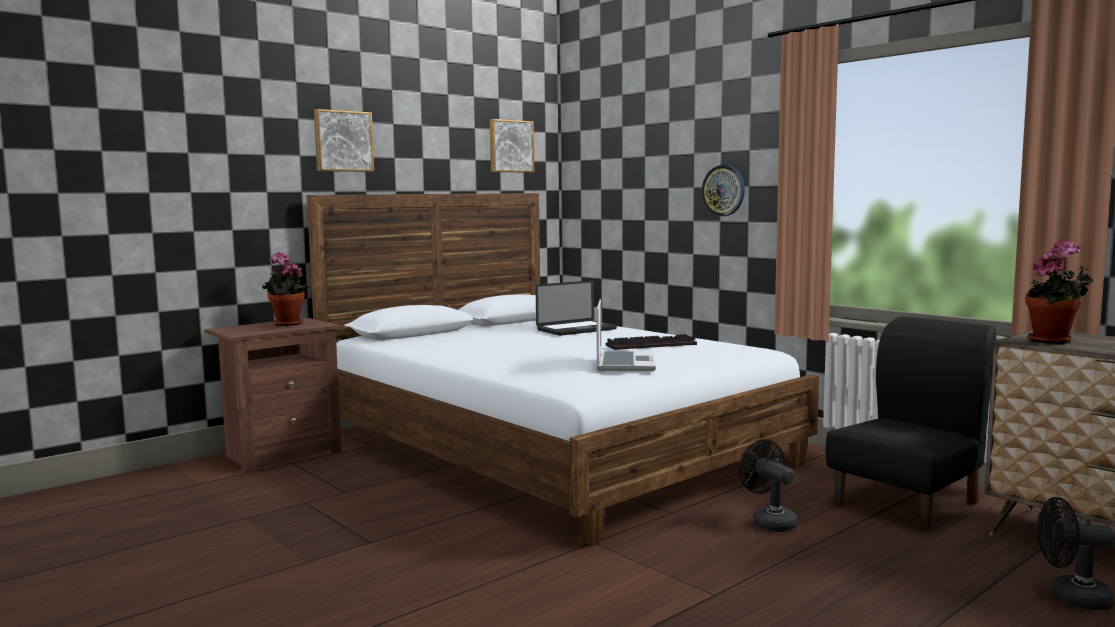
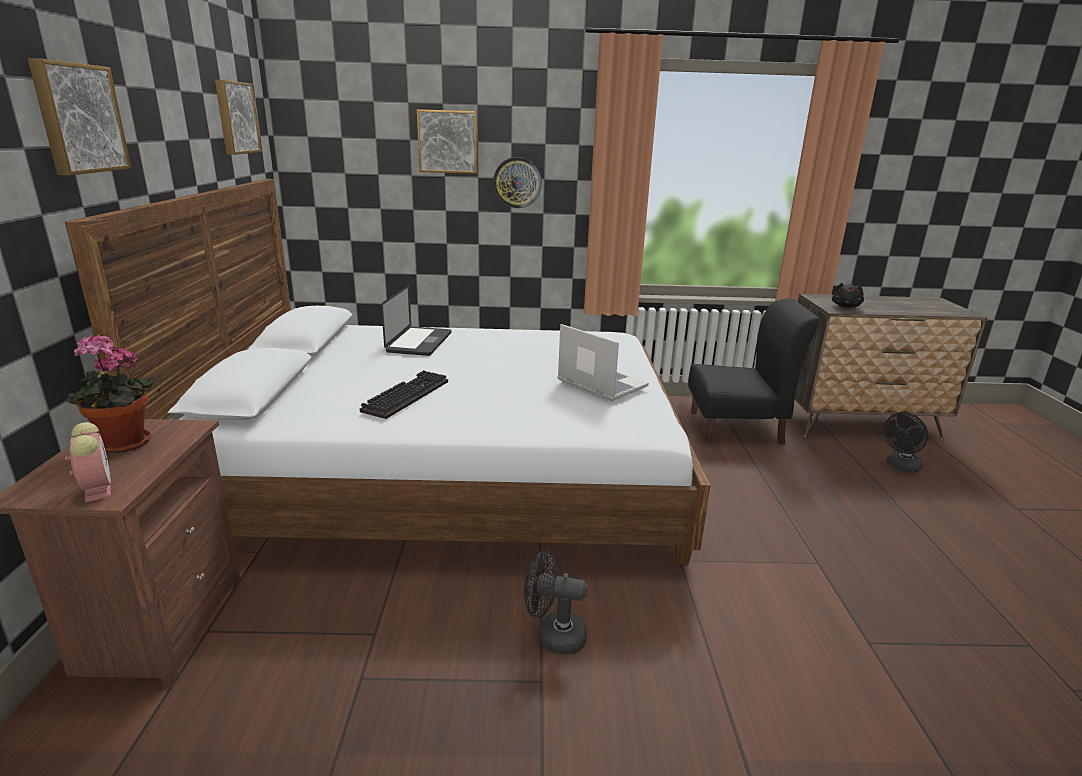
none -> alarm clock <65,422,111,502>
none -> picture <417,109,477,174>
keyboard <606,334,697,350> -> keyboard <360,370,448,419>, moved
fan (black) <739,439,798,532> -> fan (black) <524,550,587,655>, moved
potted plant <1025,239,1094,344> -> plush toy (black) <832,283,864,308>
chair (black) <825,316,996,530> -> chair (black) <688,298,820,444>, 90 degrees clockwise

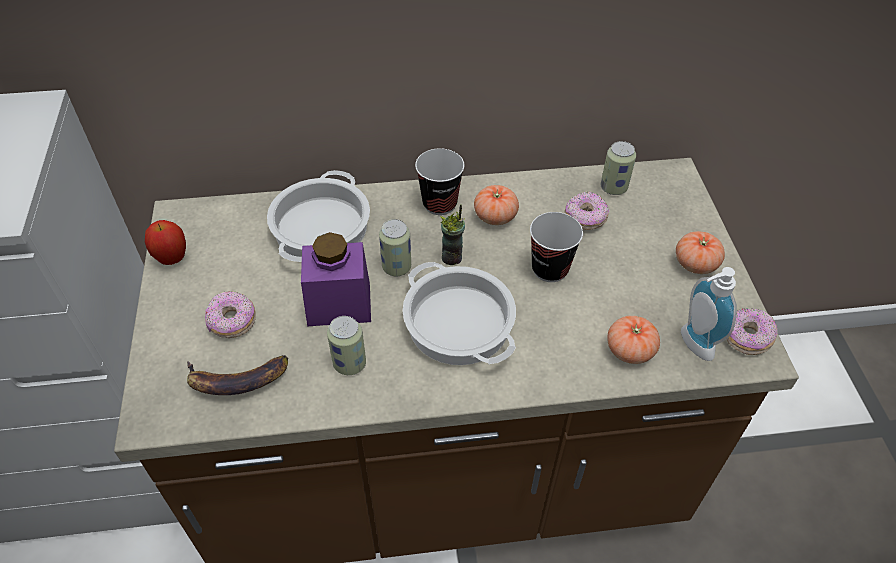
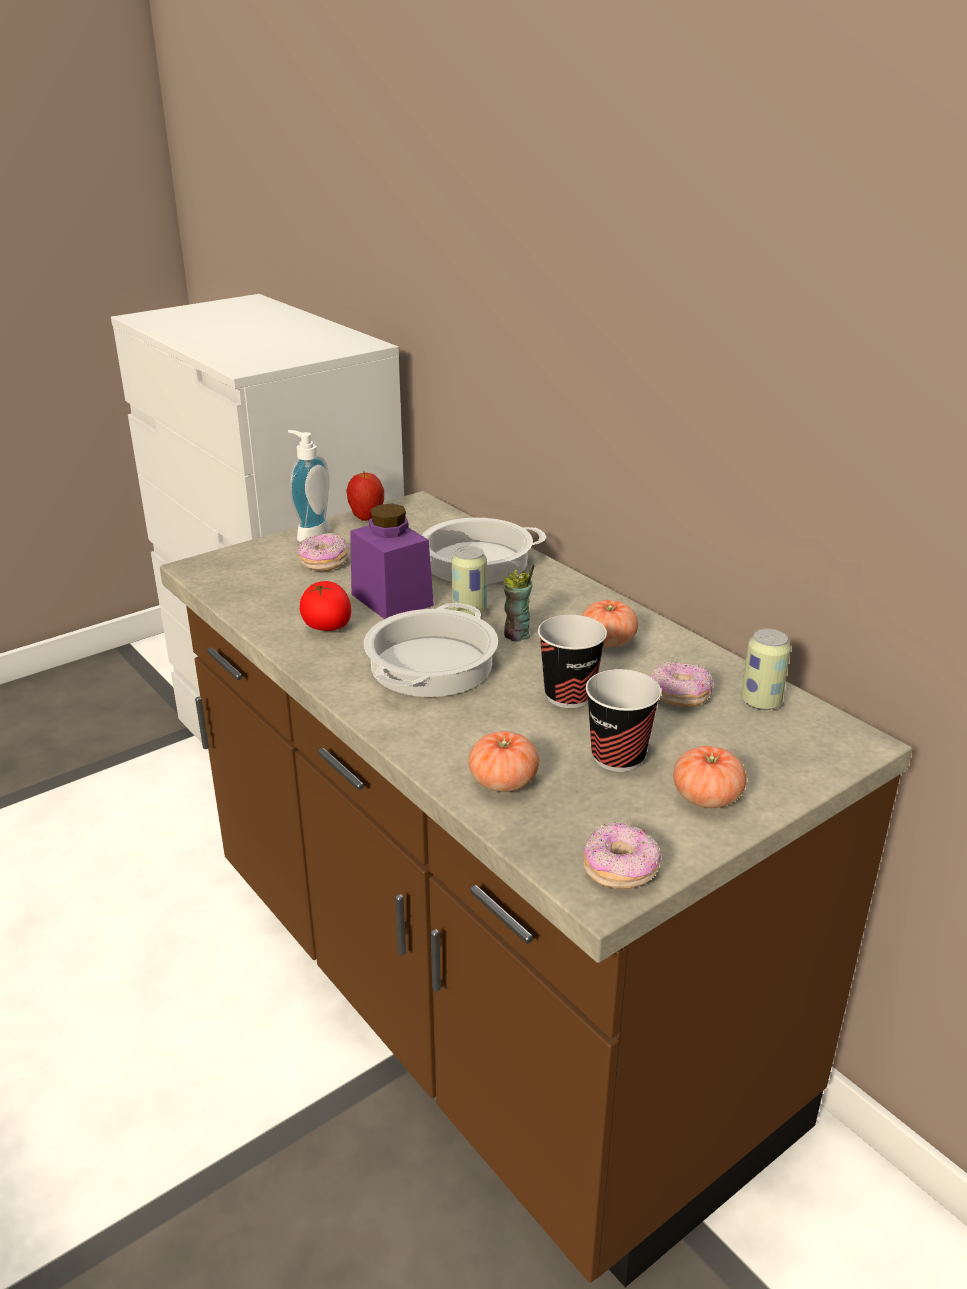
banana <187,355,288,395> -> none
cup <415,148,464,215> -> cup <586,669,661,772>, moved
soap dispenser <681,267,737,361> -> soap dispenser <288,430,330,542>, moved
can <327,316,366,375> -> tomato <300,581,351,631>

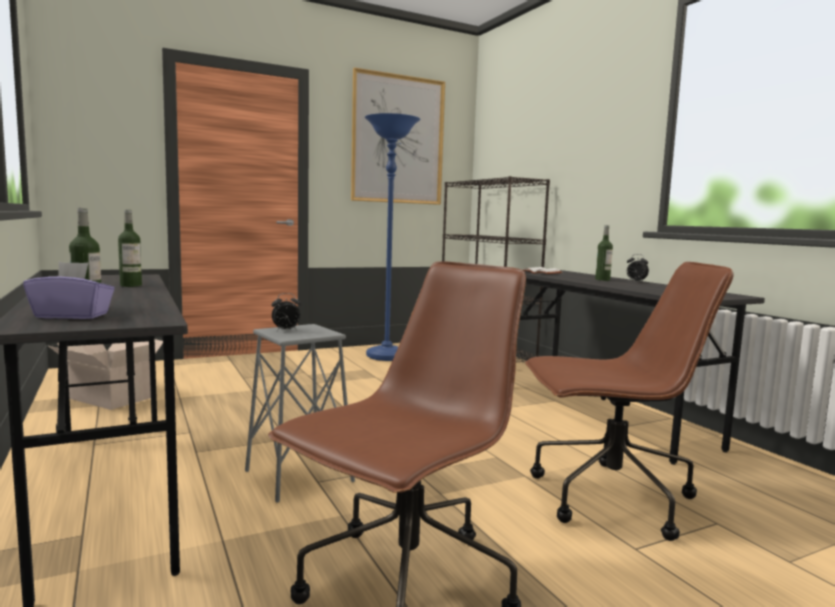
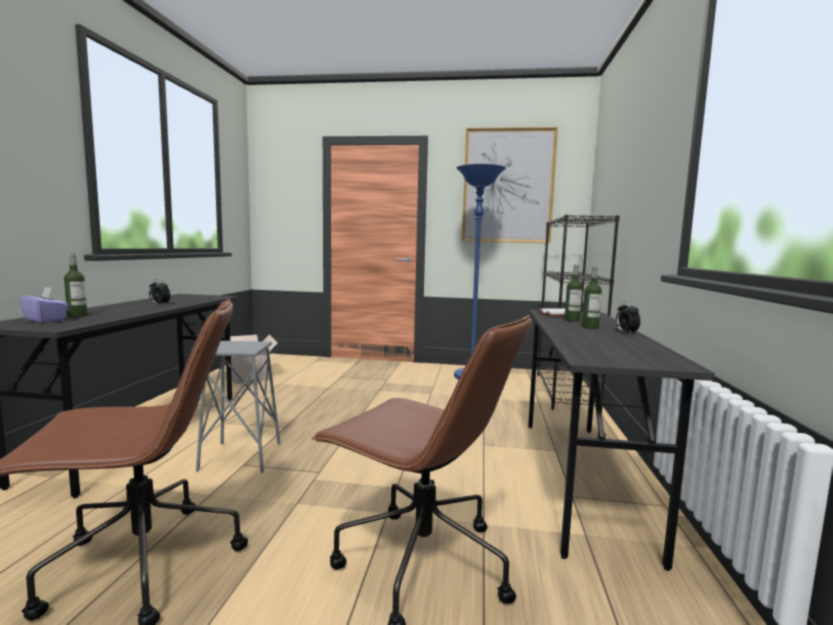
bottle <118,210,142,287> -> bottle <565,265,582,322>, moved
alarm clock <272,293,301,331> -> alarm clock <149,279,171,305>, moved

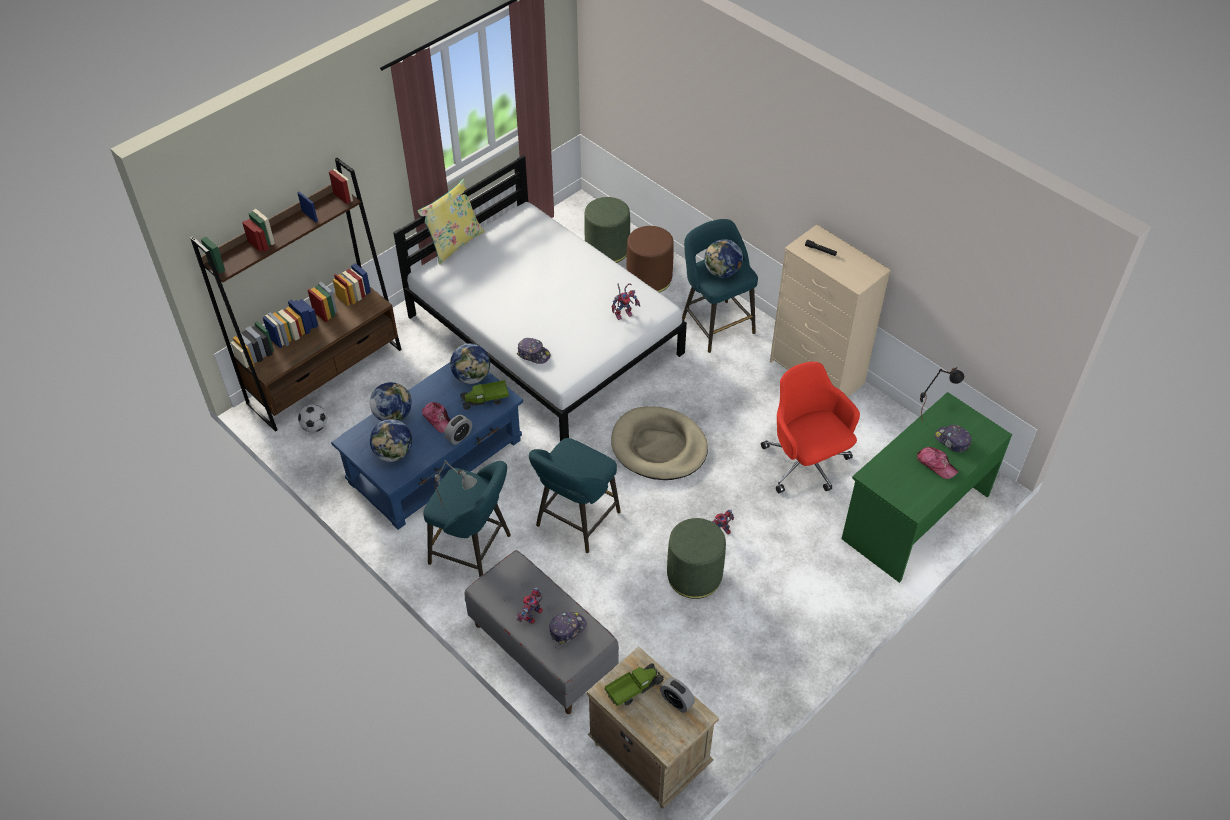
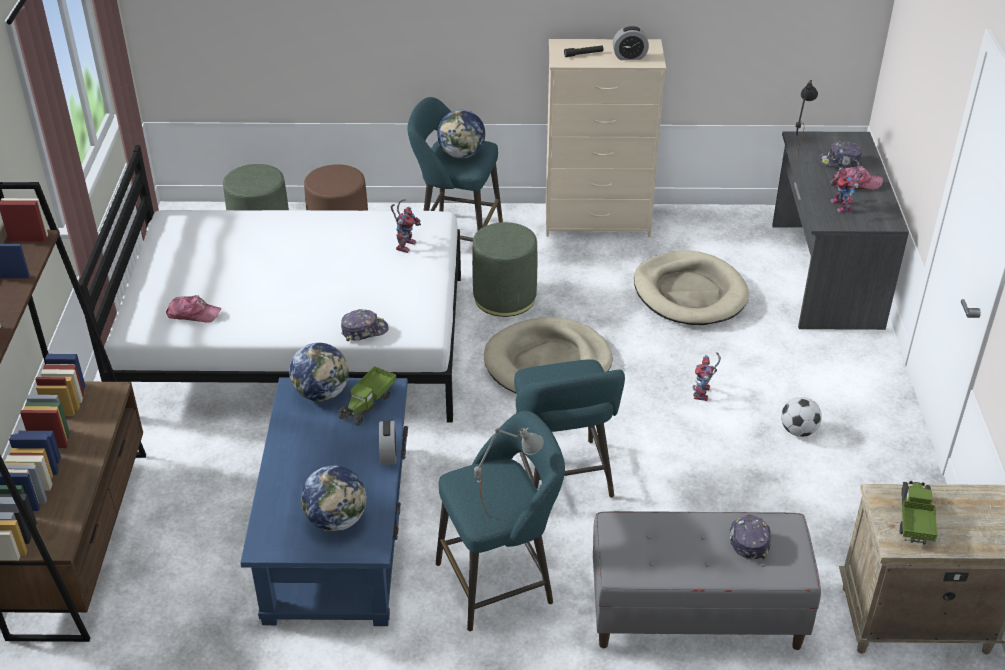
globe <370,382,412,421> -> none
pillow (yellow) <417,179,484,264> -> none
football <298,404,327,433> -> football <781,397,822,437>, moved
cap <422,402,451,433> -> cap <166,295,221,322>, moved
toy robot <516,587,543,624> -> toy robot <830,159,863,213>, moved
alarm clock <660,677,695,713> -> alarm clock <613,26,649,60>, moved
ottoman (green) <667,518,726,599> -> ottoman (green) <472,222,537,317>, moved
office chair (red) <761,362,860,493> -> dog bed (beige) <634,251,749,325>
desk (green) <842,392,1012,583> -> desk (grey) <772,131,909,330>

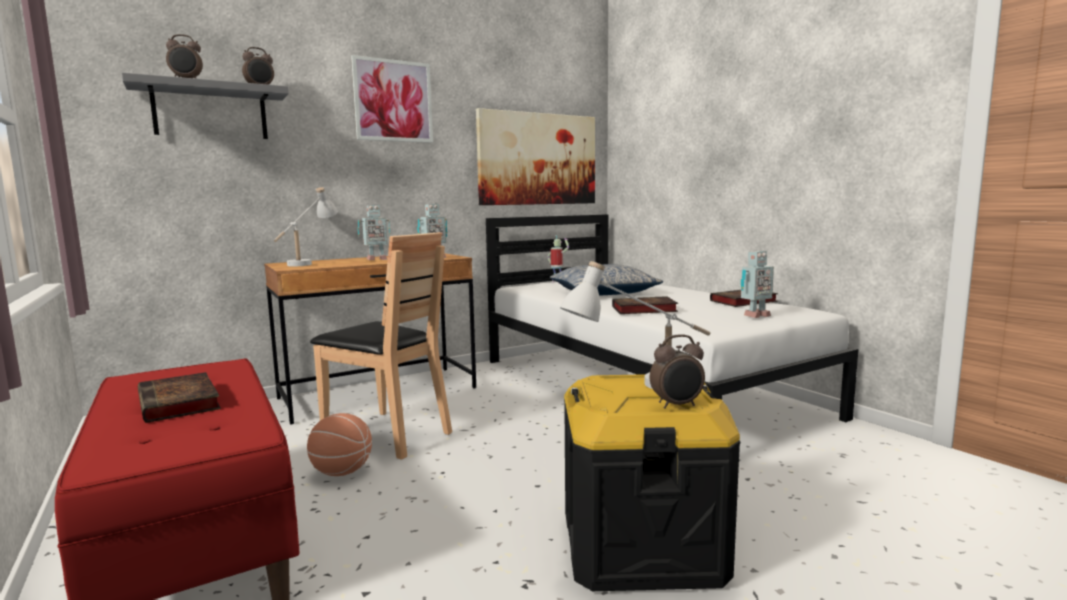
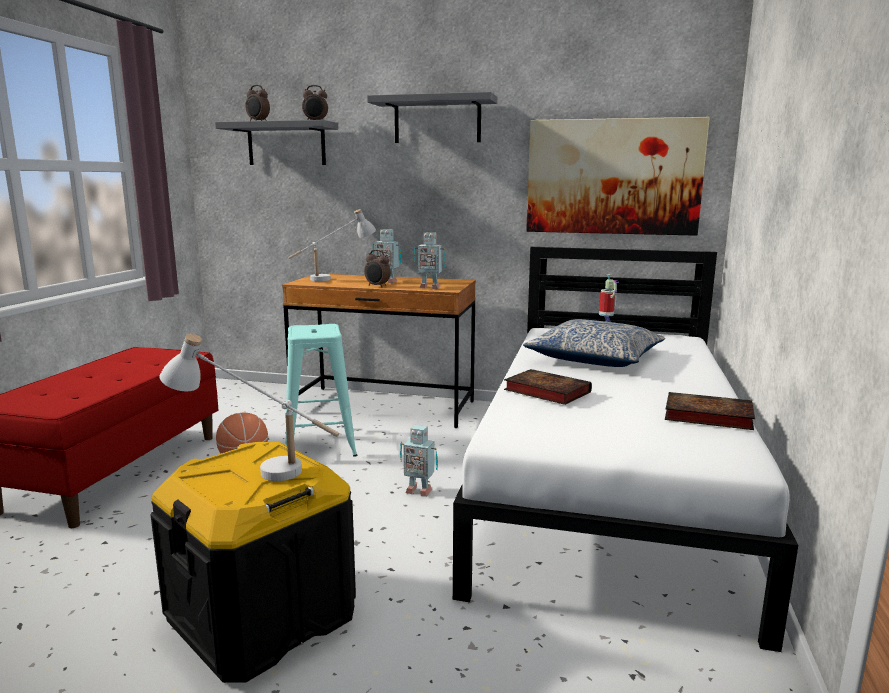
book <138,372,221,423> -> none
alarm clock <650,334,705,409> -> alarm clock <364,250,391,287>, moved
toy robot <741,251,774,318> -> toy robot <400,425,438,497>, moved
chair (brown) <310,232,452,460> -> stool (turquoise) <285,324,357,457>
picture <351,55,433,143> -> shelf (grey) <367,92,497,143>

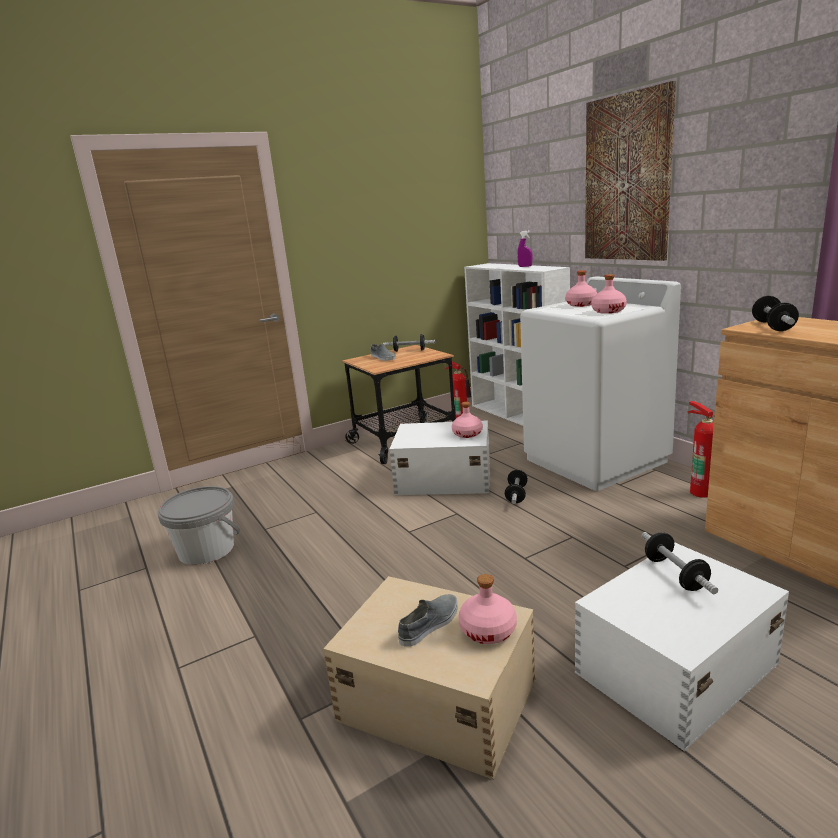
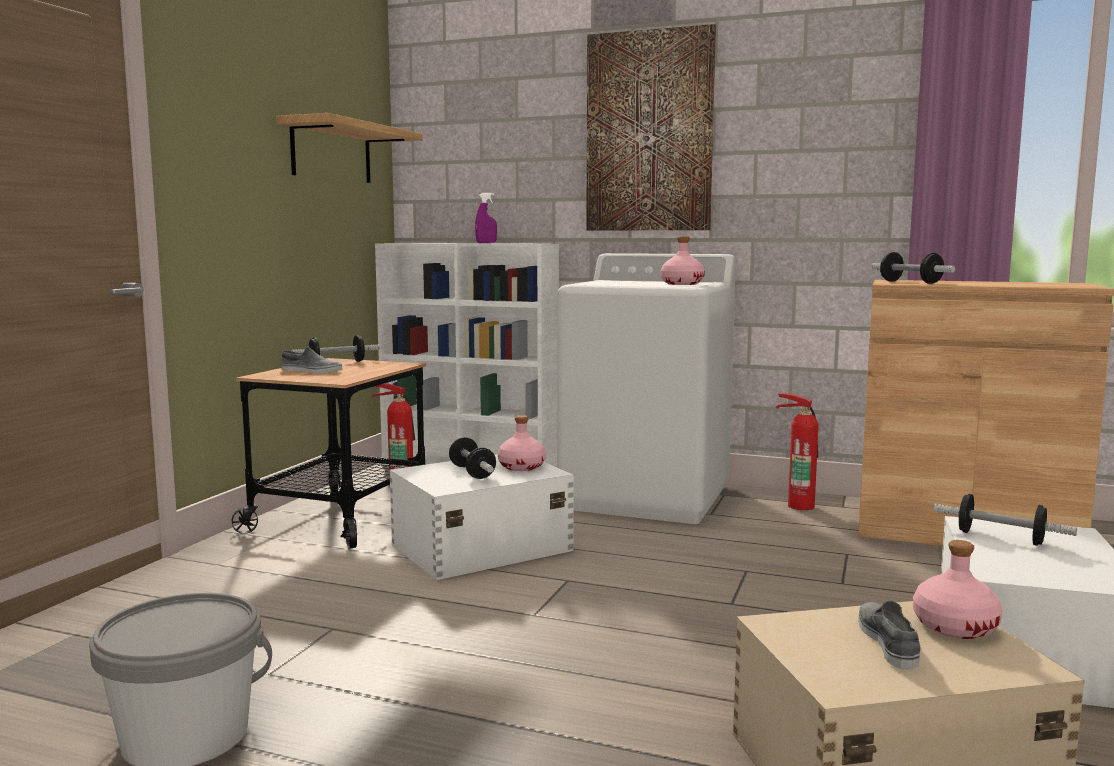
bottle (pink) <565,270,597,307> -> none
none -> shelf <276,113,423,183>
dumbbell <505,470,528,504> -> dumbbell <449,437,496,479>, moved

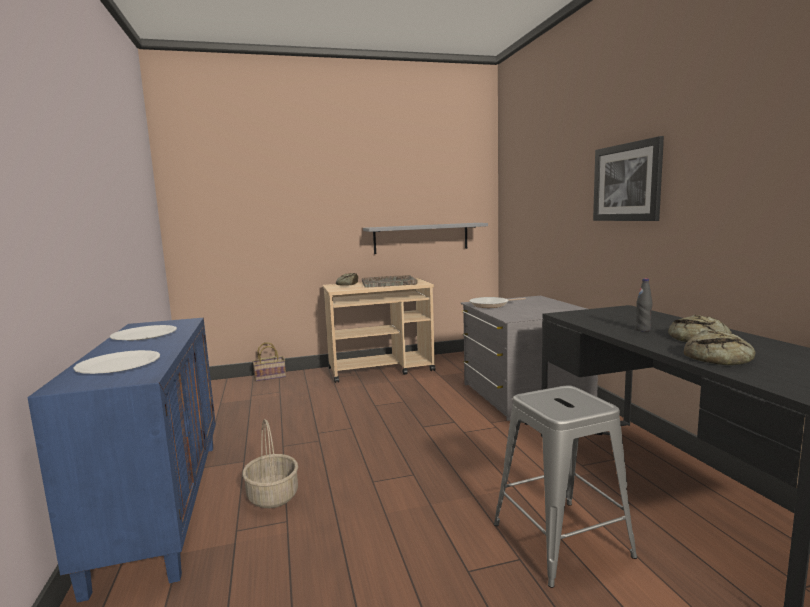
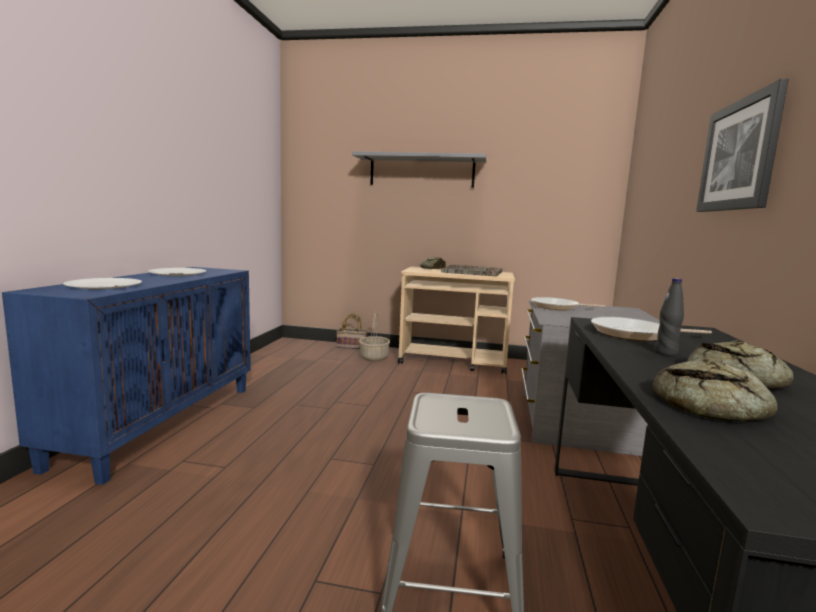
none -> frying pan <591,317,712,341>
basket <242,419,298,508> -> basket <359,312,390,361>, moved
shelf (grey) <363,223,488,254> -> shelf (grey) <352,151,487,188>, moved

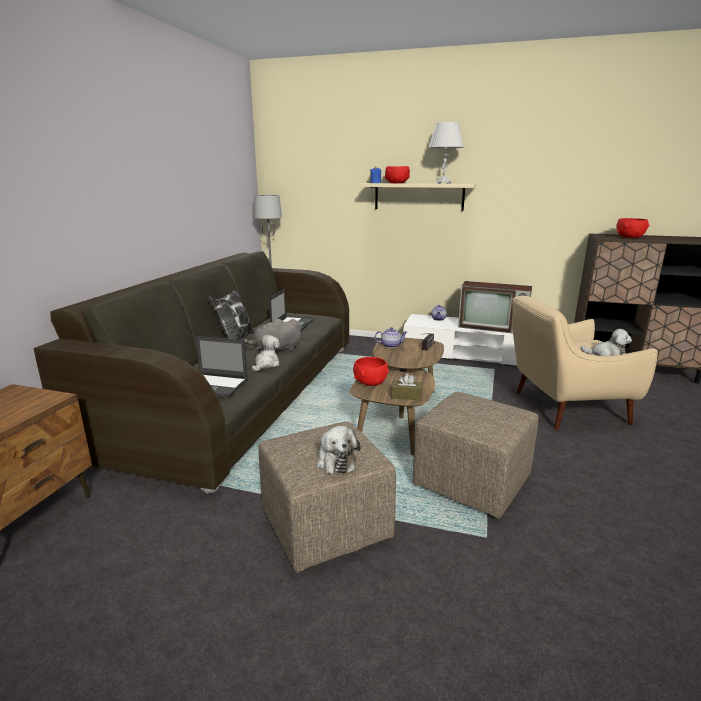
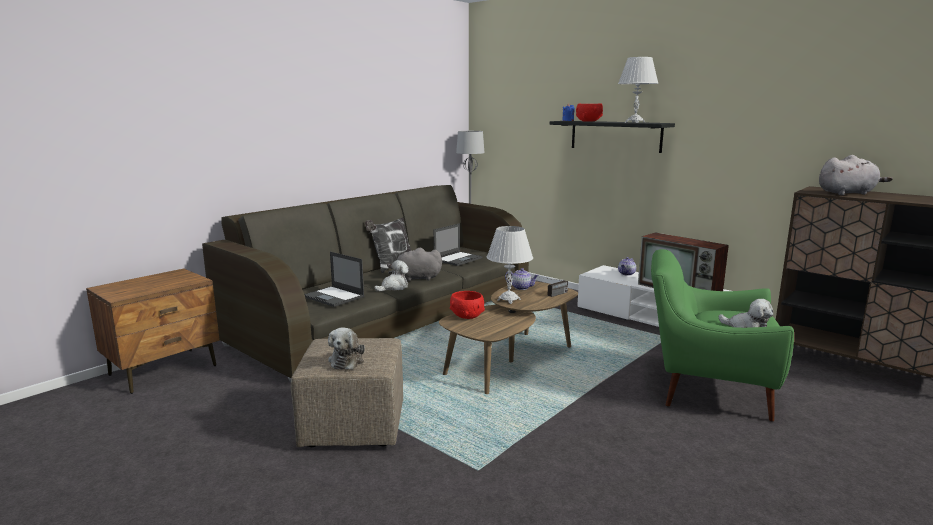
tissue box (brown) <392,373,422,400> -> none
ottoman (beige) <412,391,539,518> -> none
none -> table lamp (white) <487,226,533,304>
bowl (red) <616,218,649,238> -> plush toy (grey) <819,155,893,195>
shelf (beige) <360,183,476,211> -> shelf (black) <550,121,675,153>
armchair (beige) <512,296,658,430> -> armchair (green) <651,249,794,422>

